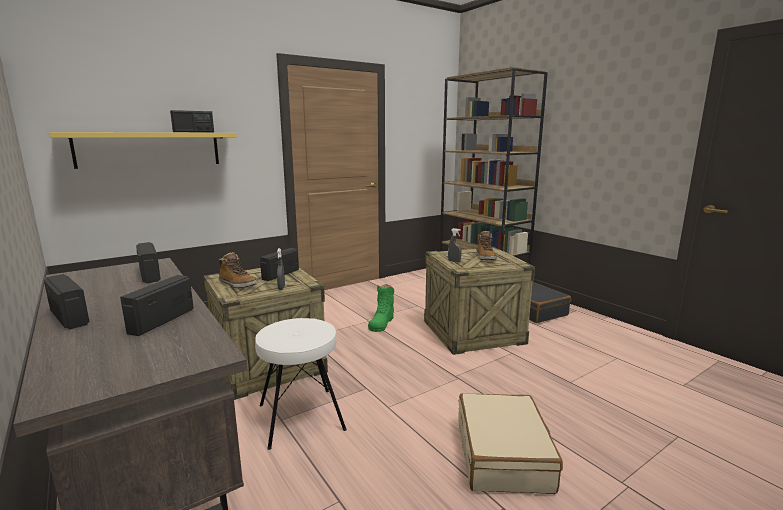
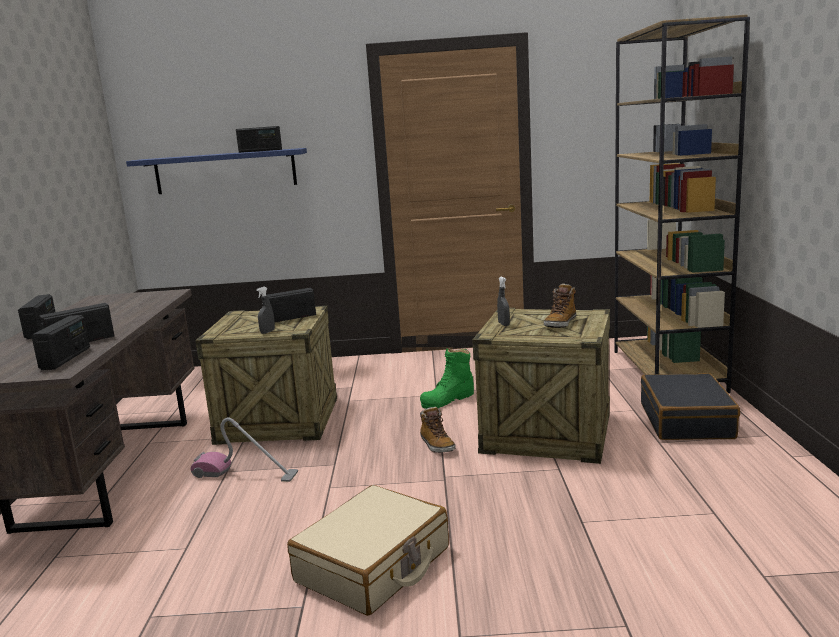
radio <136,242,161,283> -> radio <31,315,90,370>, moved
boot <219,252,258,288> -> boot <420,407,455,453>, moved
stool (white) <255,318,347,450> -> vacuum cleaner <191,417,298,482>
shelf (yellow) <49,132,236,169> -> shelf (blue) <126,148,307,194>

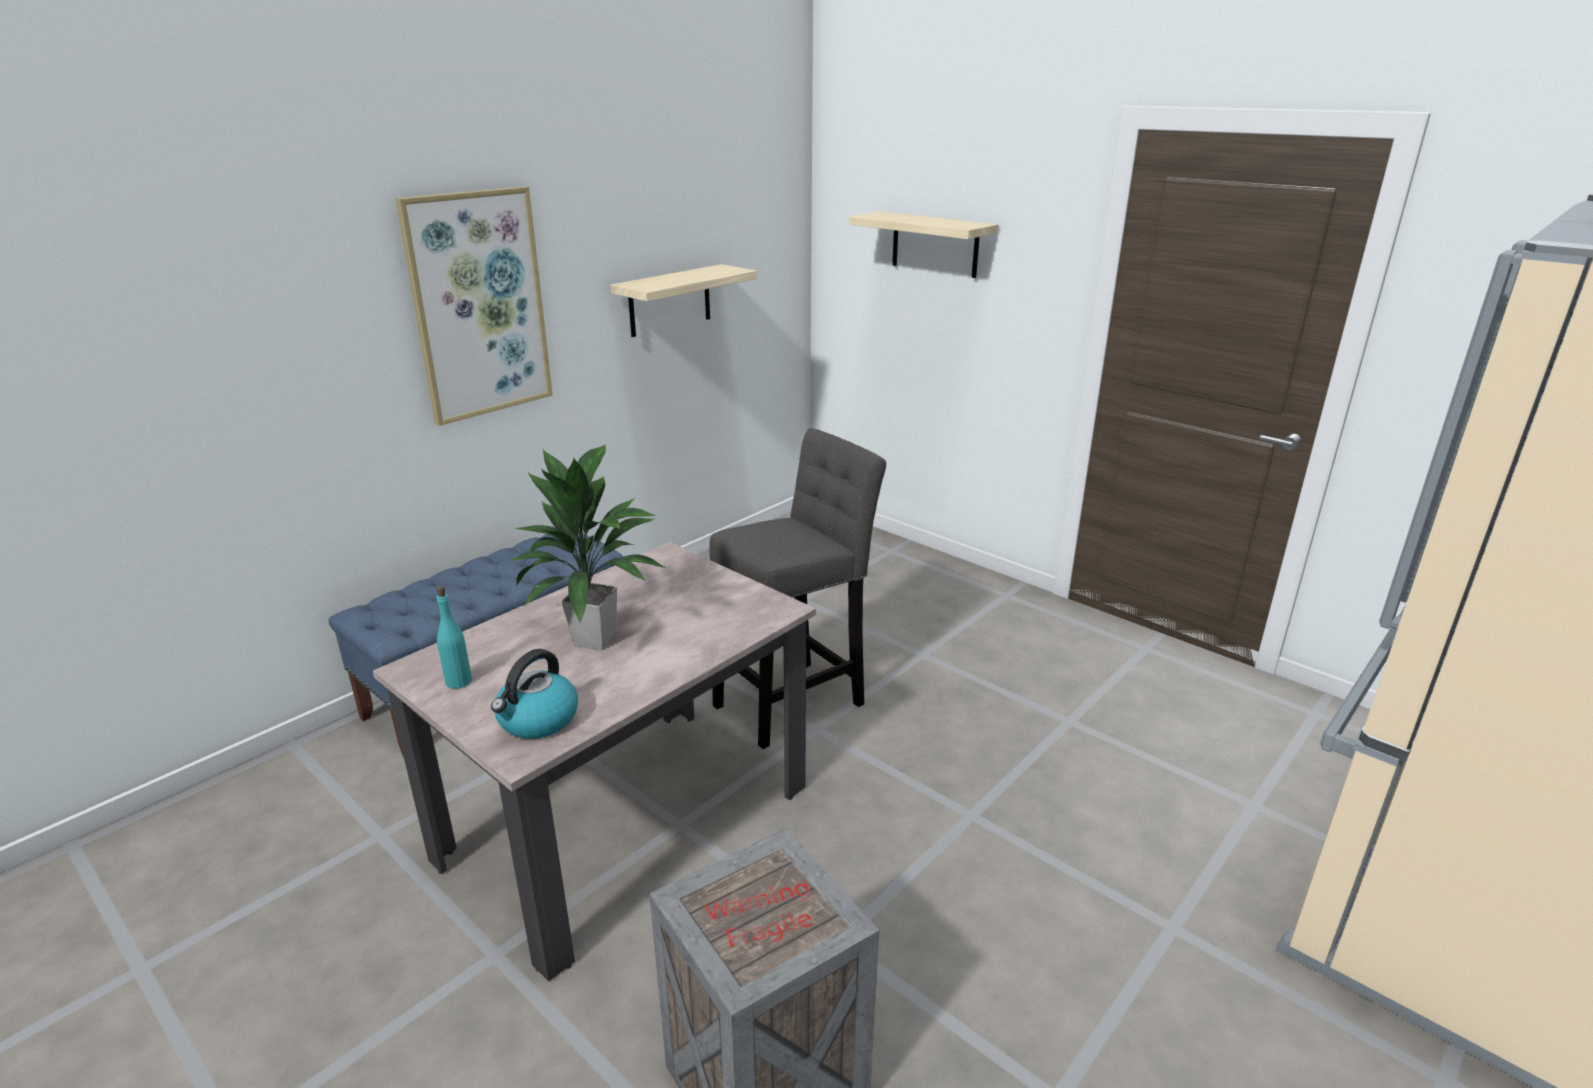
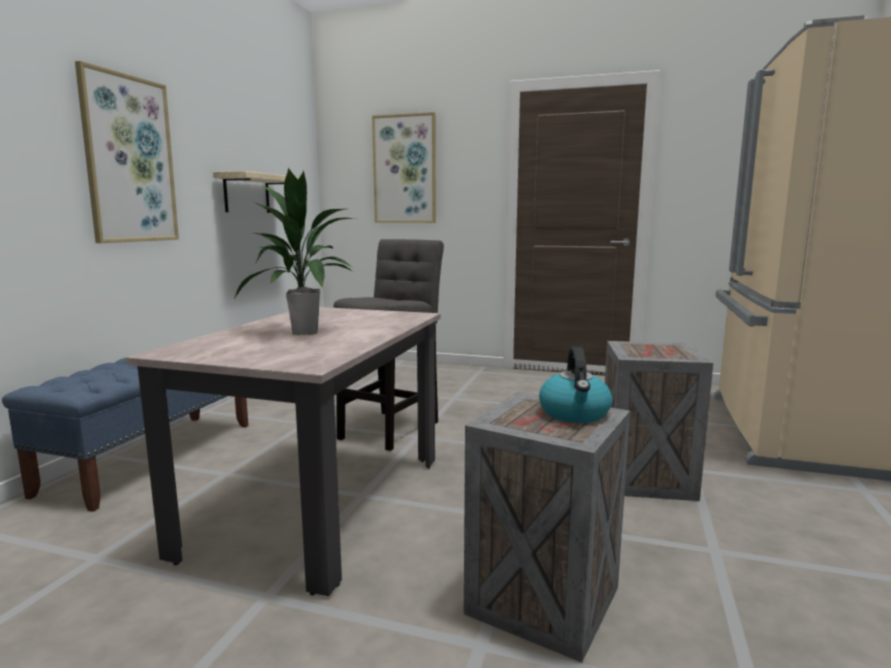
bottle (turquoise) <436,586,472,689> -> none
none -> crate <605,341,713,501>
kettle <491,649,578,739> -> kettle <539,347,612,423>, moved
shelf <849,211,998,278> -> picture <372,112,436,223>

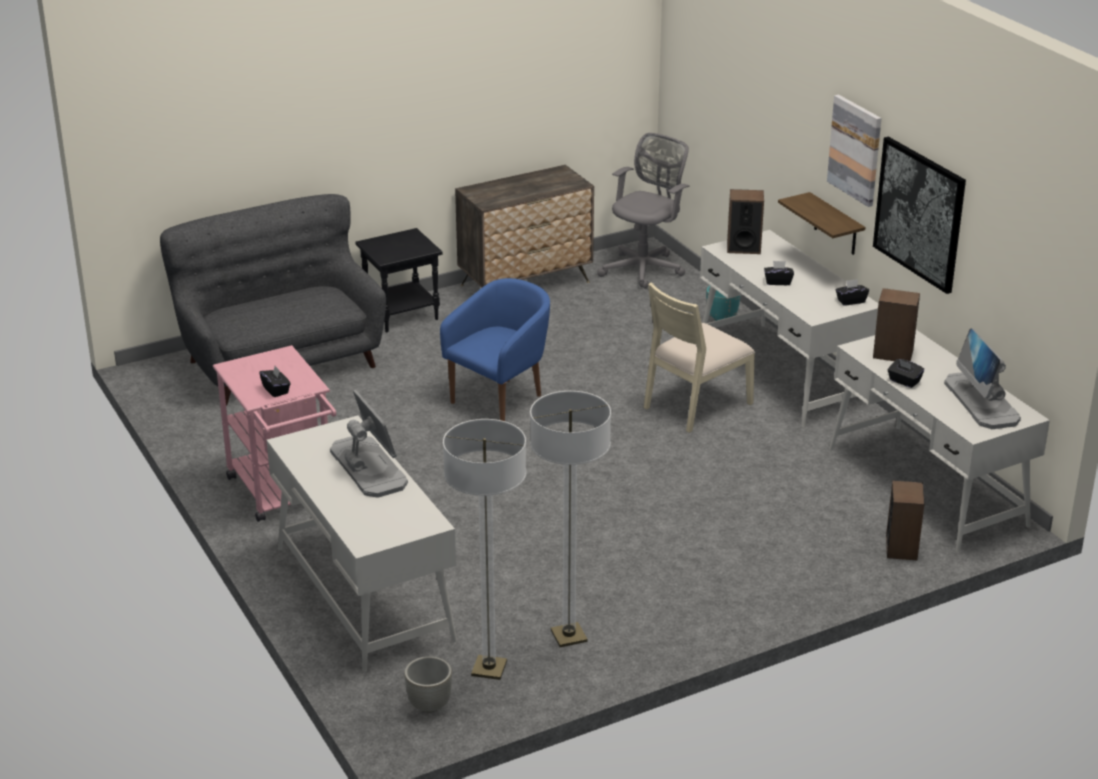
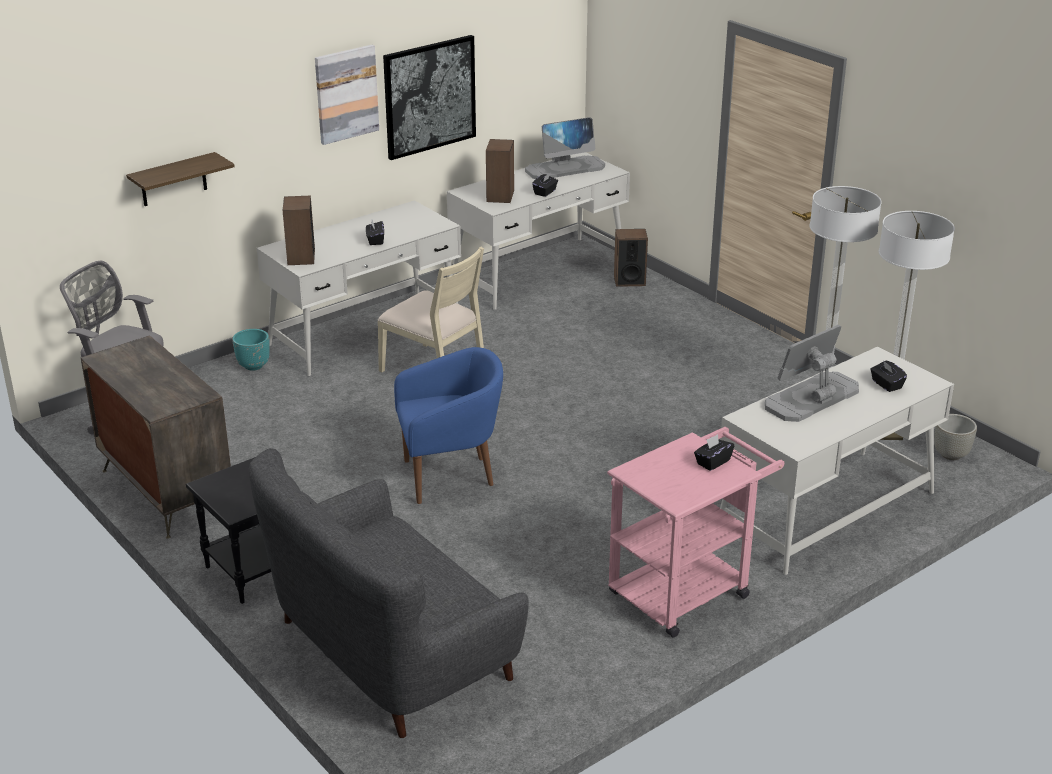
shelf <778,192,865,255> -> shelf <126,152,235,206>, moved
tissue box (black) <836,279,869,306> -> tissue box (black) <870,360,907,392>, moved
armchair (blue) <440,278,550,421> -> armchair (blue) <394,347,503,504>, 135 degrees clockwise

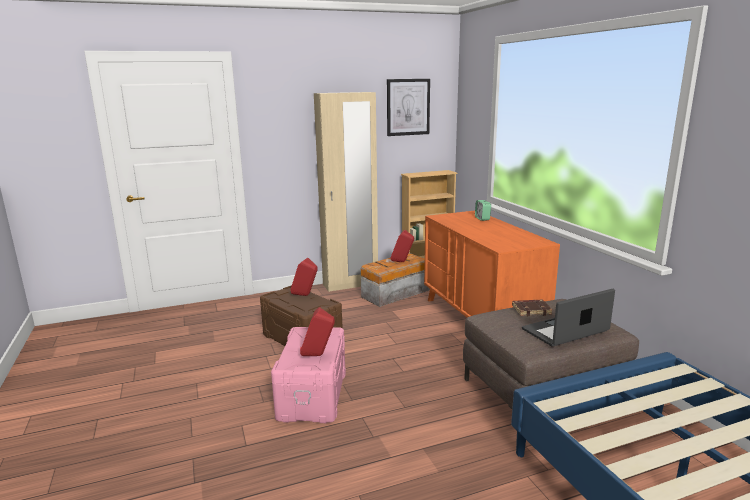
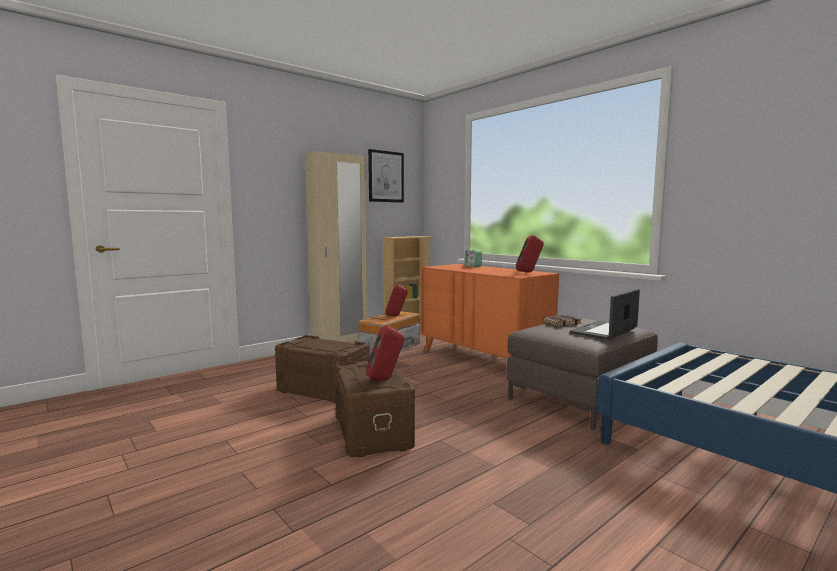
speaker (red) <290,258,317,296> -> speaker (red) <516,235,544,273>, moved
storage box (pink) <271,327,346,423> -> storage box (brown) <334,361,415,457>

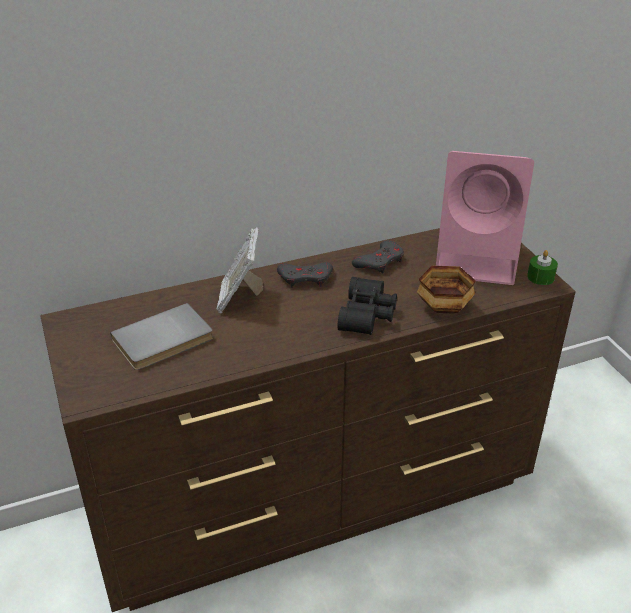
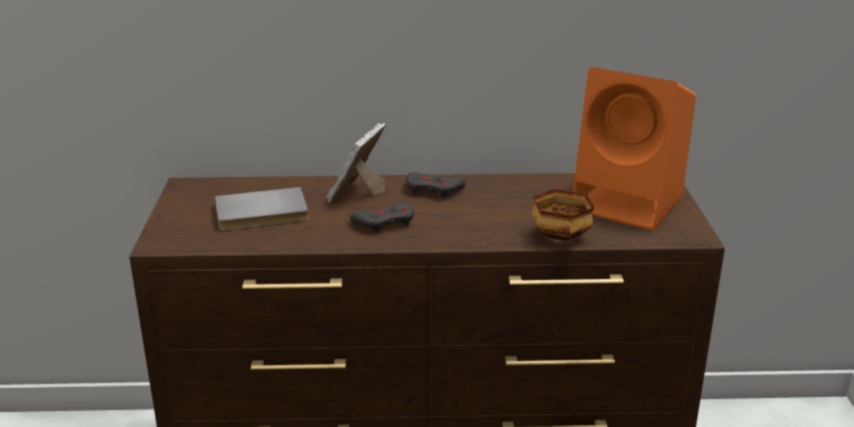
binoculars (black) <338,277,397,335> -> none
candle (green) <527,250,558,285> -> none
game controller (grey) <352,240,404,273> -> game controller (grey) <351,202,414,234>, moved
speaker (pink) <436,151,534,285> -> speaker (orange) <573,67,696,230>

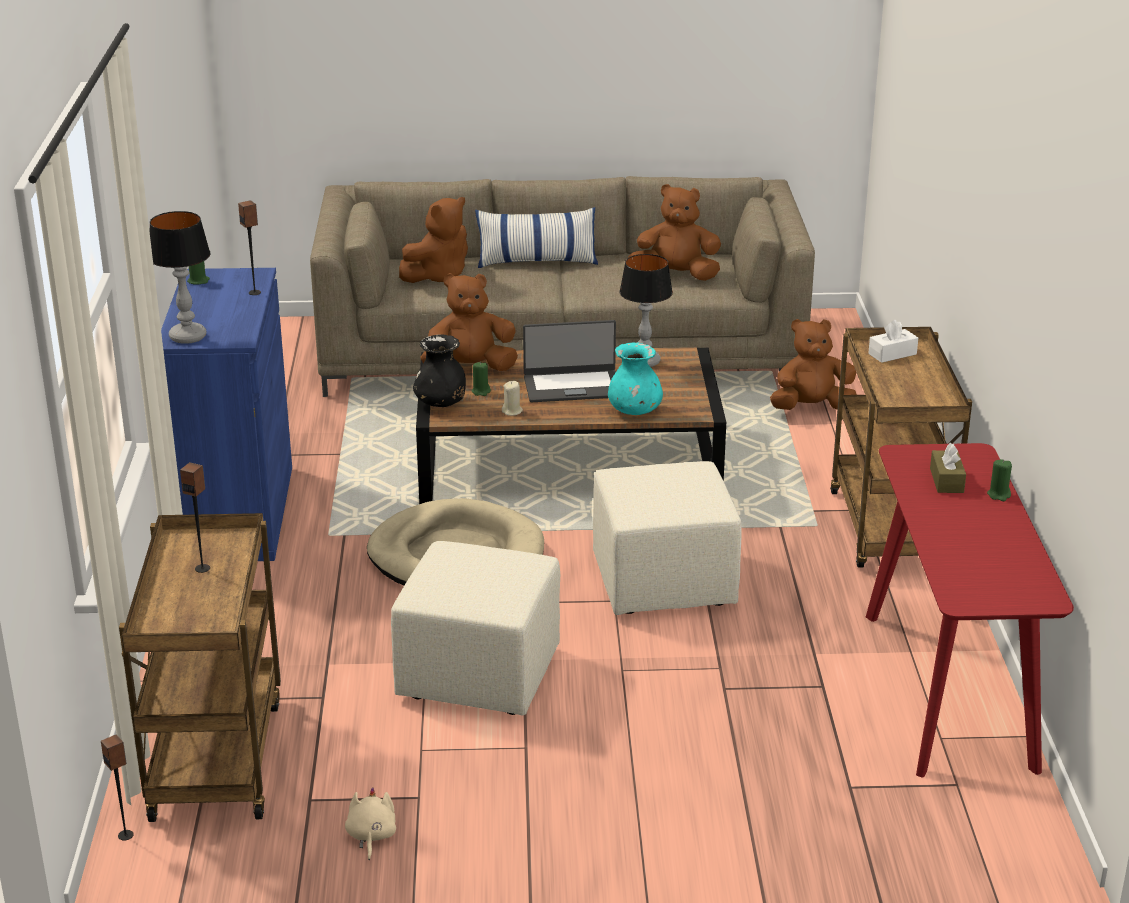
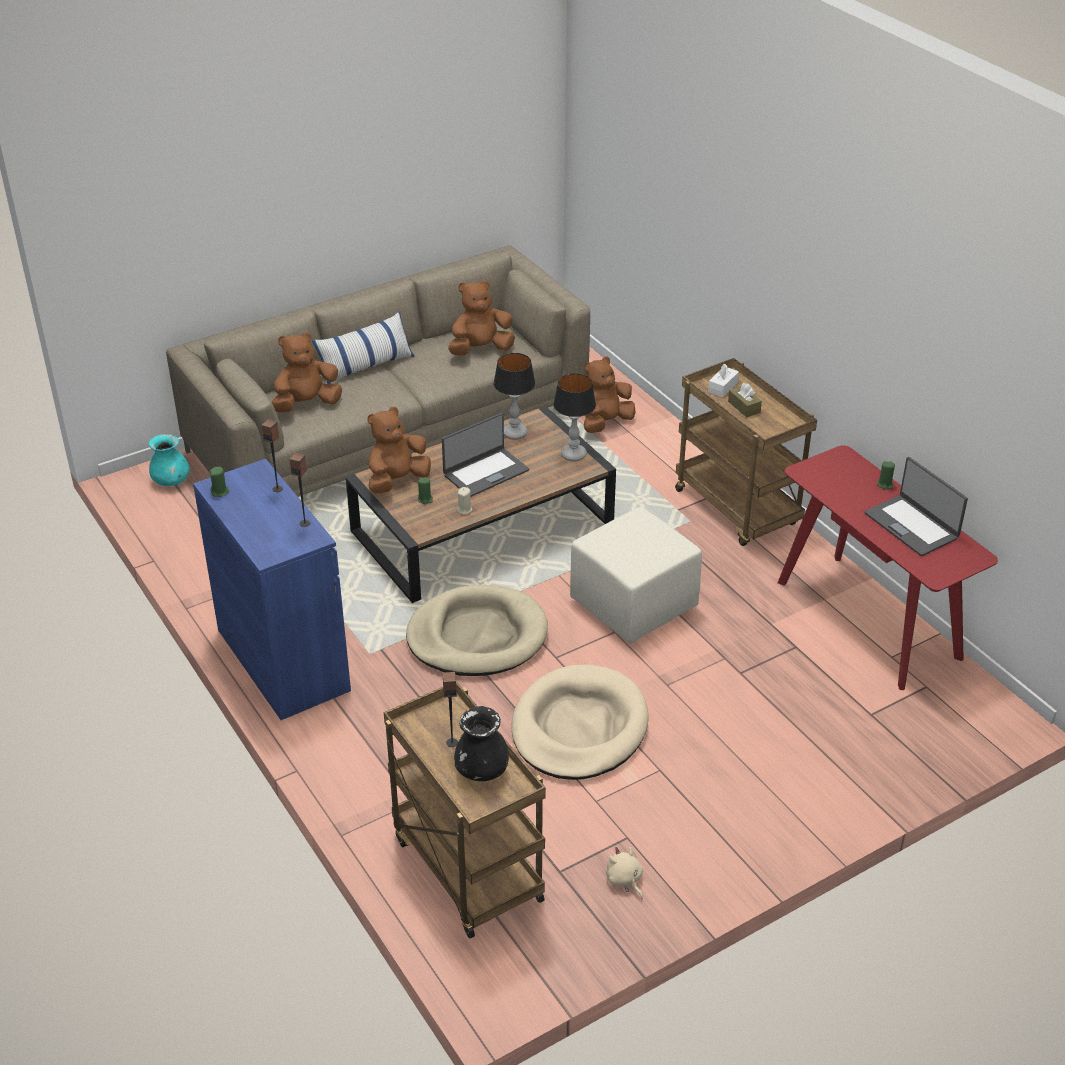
none -> laptop <865,457,968,556>
speaker <101,734,134,840> -> speaker <290,453,310,527>, moved
table lamp <149,211,210,344> -> table lamp <553,373,596,461>, moved
vase (black) <413,335,466,407> -> vase (black) <454,706,509,781>, moved
vase (turquoise) <608,342,663,415> -> vase (turquoise) <148,434,190,486>, moved
tissue box (brown) <930,443,966,493> -> tissue box (brown) <728,383,762,417>, moved
ottoman (beige) <391,541,560,715> -> dog bed (beige) <512,664,649,780>
plush toy (brown) <399,197,468,283> -> plush toy (brown) <272,332,342,412>, 135 degrees counterclockwise

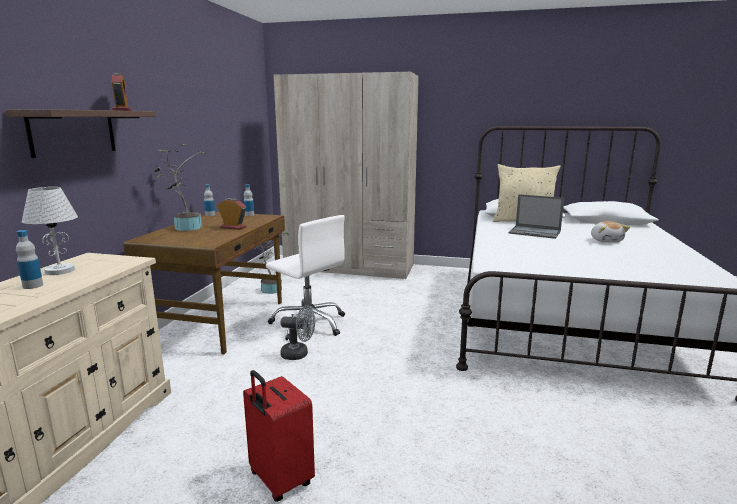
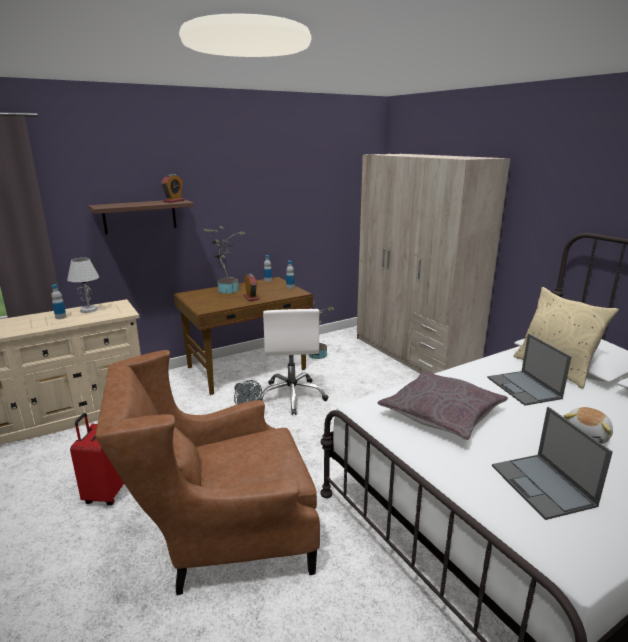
none -> armchair (brown) <96,350,320,595>
none -> pillow (grey) <377,370,508,440>
none -> laptop <492,407,613,520>

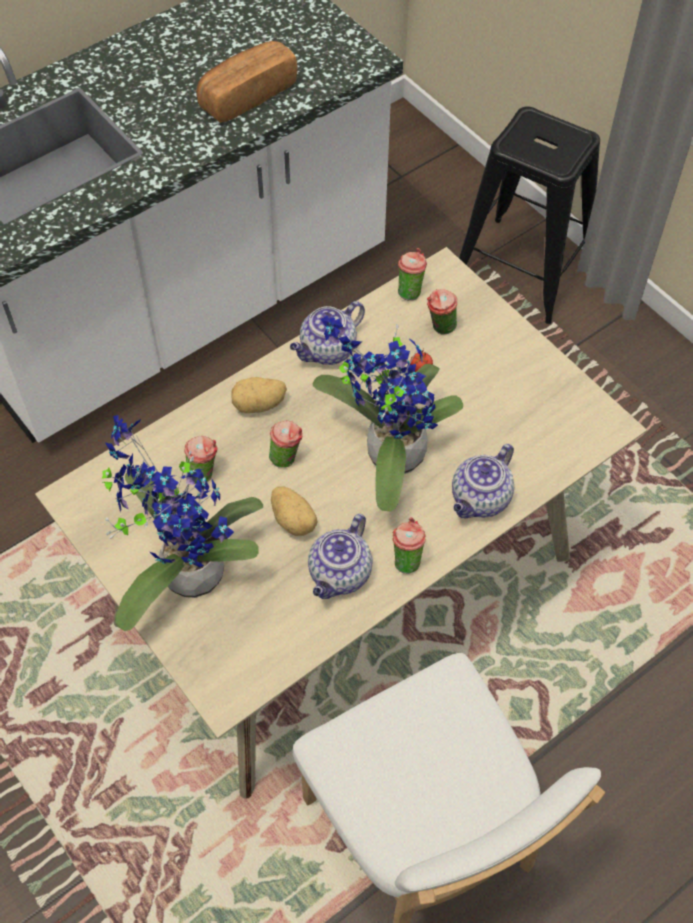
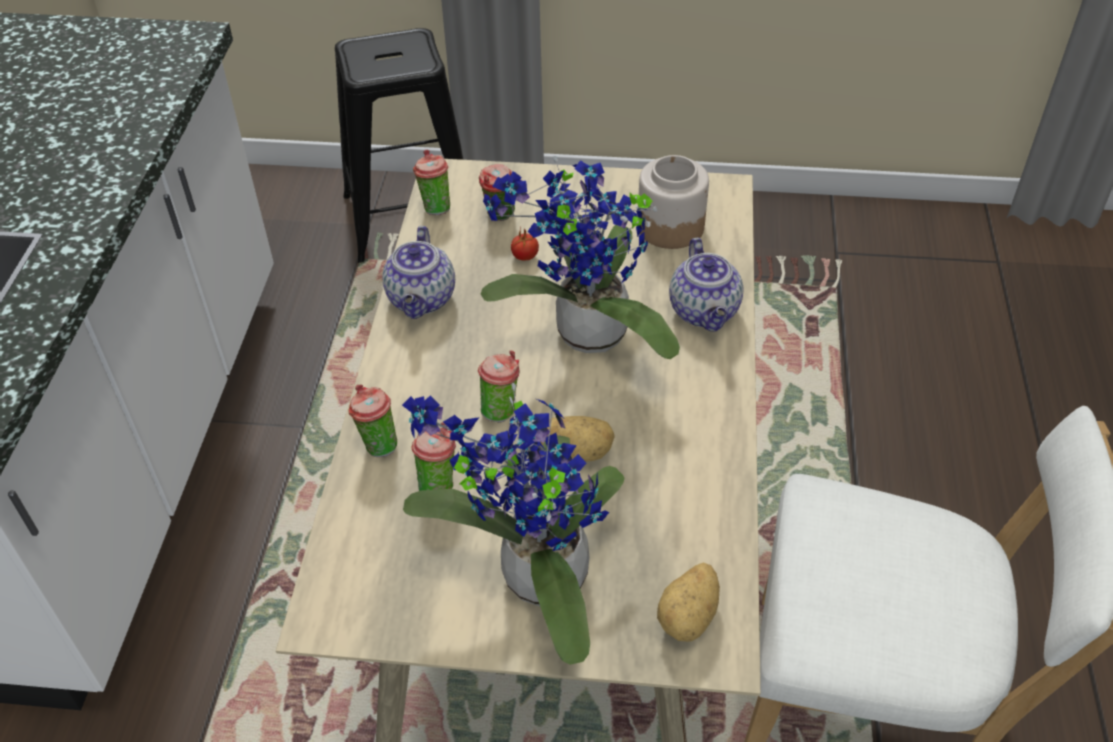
bread <196,41,297,123> -> none
teapot <308,514,372,599> -> none
none -> jar <638,155,709,249>
potato <231,377,287,413> -> potato <657,562,720,642>, moved
cup <392,517,426,574> -> cup <348,385,397,457>, moved

